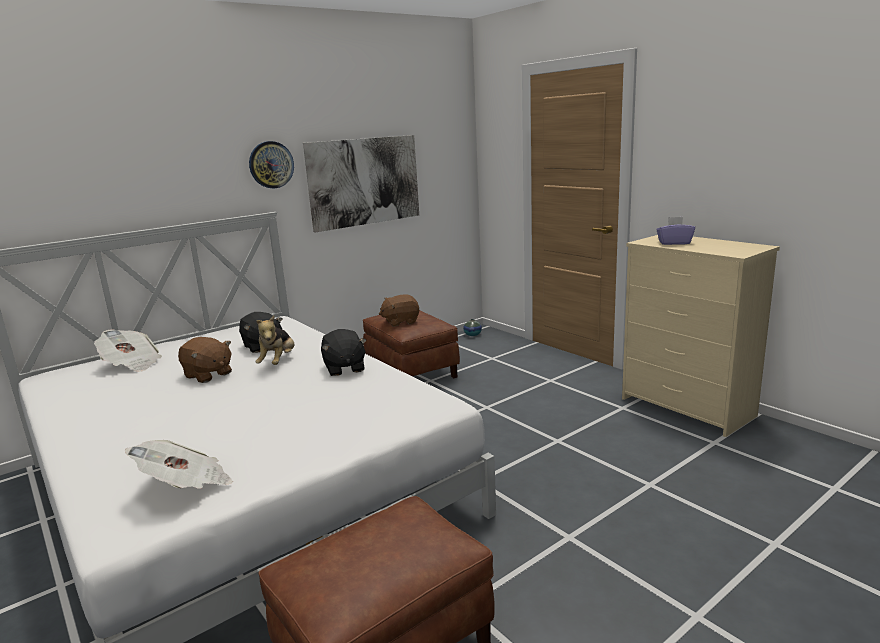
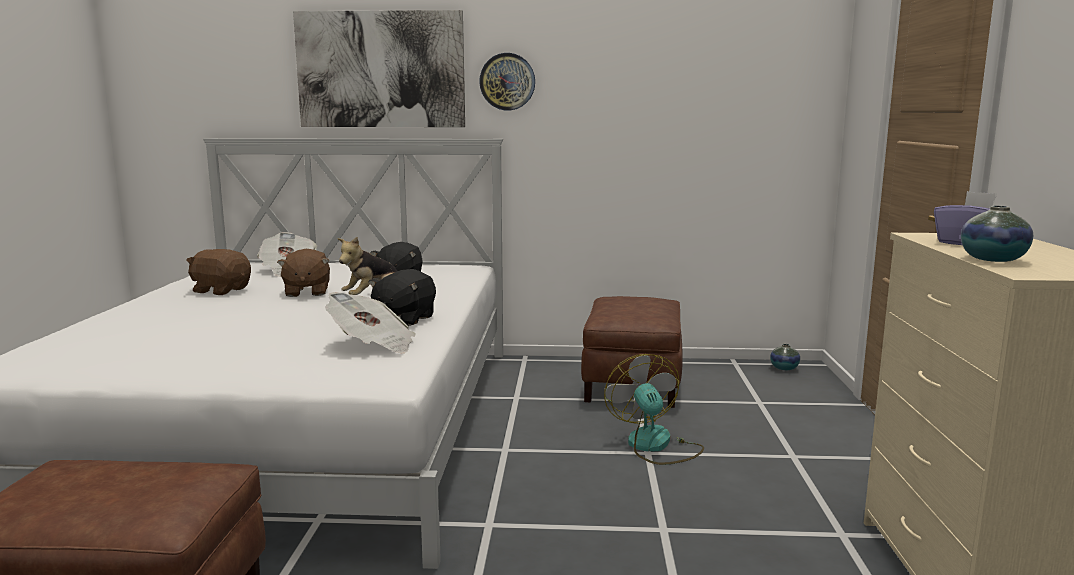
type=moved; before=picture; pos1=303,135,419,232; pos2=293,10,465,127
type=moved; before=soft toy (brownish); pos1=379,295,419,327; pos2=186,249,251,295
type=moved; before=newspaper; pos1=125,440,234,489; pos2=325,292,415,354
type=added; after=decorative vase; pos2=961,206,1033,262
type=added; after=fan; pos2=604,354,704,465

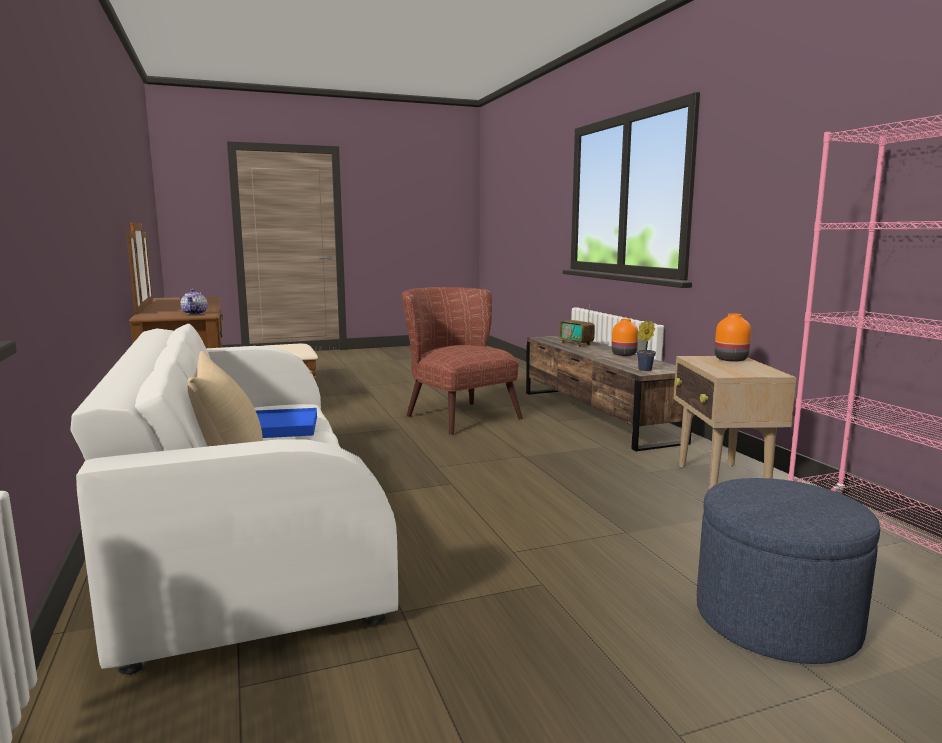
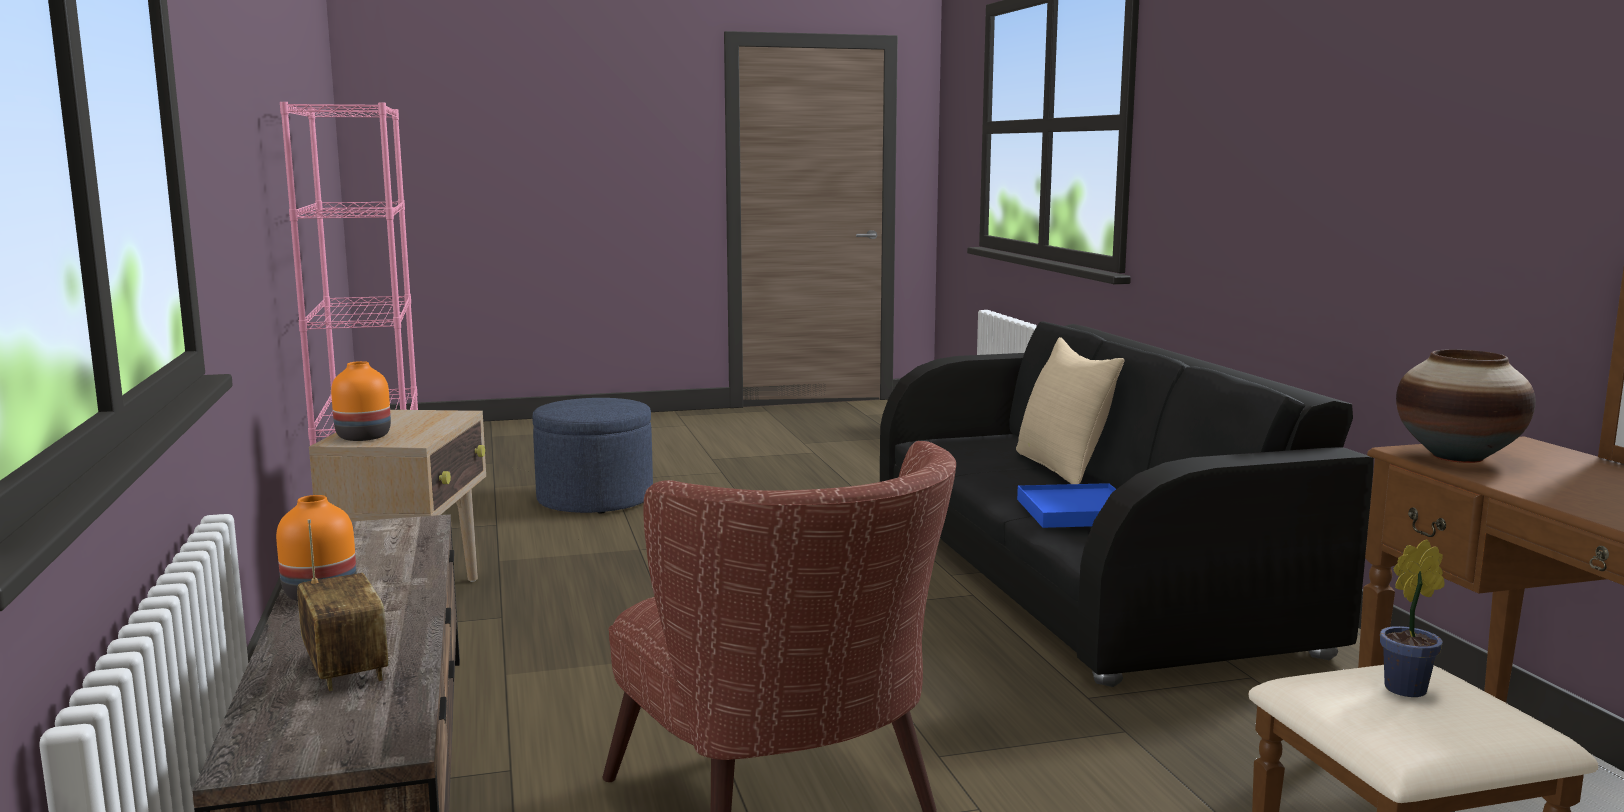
type=replaced; before=pot for tea; after=decorative vase; pos1=181,289,208,315; pos2=1396,349,1536,463
type=moved; before=plant in a pot; pos1=637,320,656,371; pos2=1380,539,1445,697
type=recoloured; before=couch (white-coloured); after=couch (black-coloured); pos1=70,324,398,675; pos2=880,322,1374,687

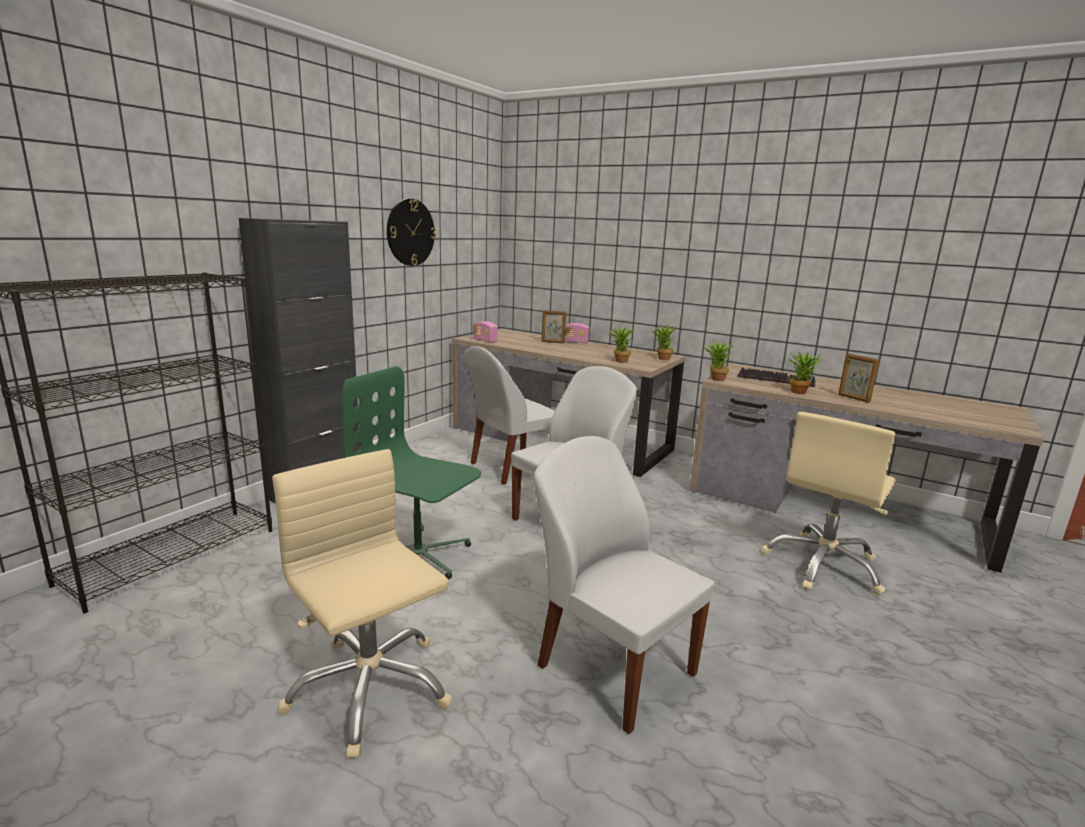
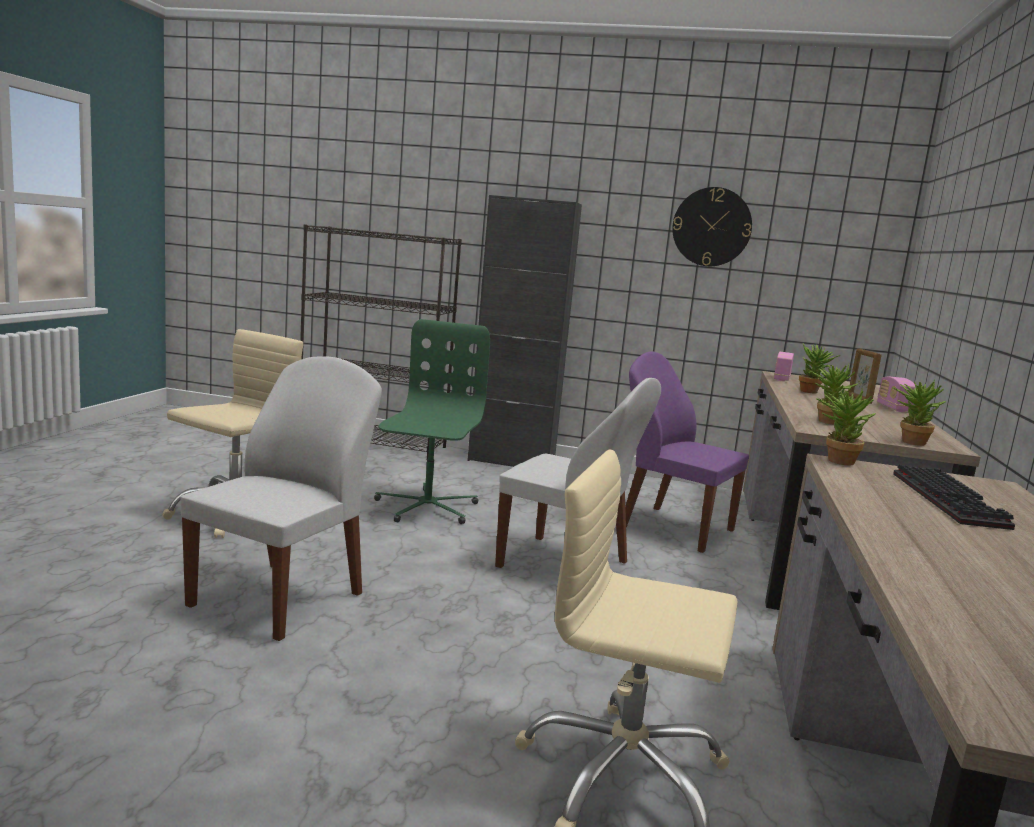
type=recoloured; before=plain chair (white-coloured); after=plain chair (purple-coloured); pos1=464,346,555,485; pos2=625,351,749,553
type=moved; before=plant in a pot; pos1=789,351,821,394; pos2=799,344,841,393
type=removed; before=photo frame; pos1=838,354,880,403

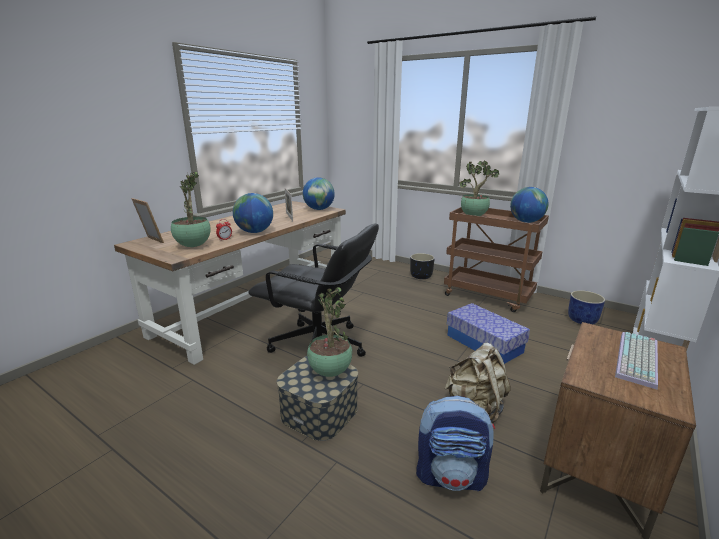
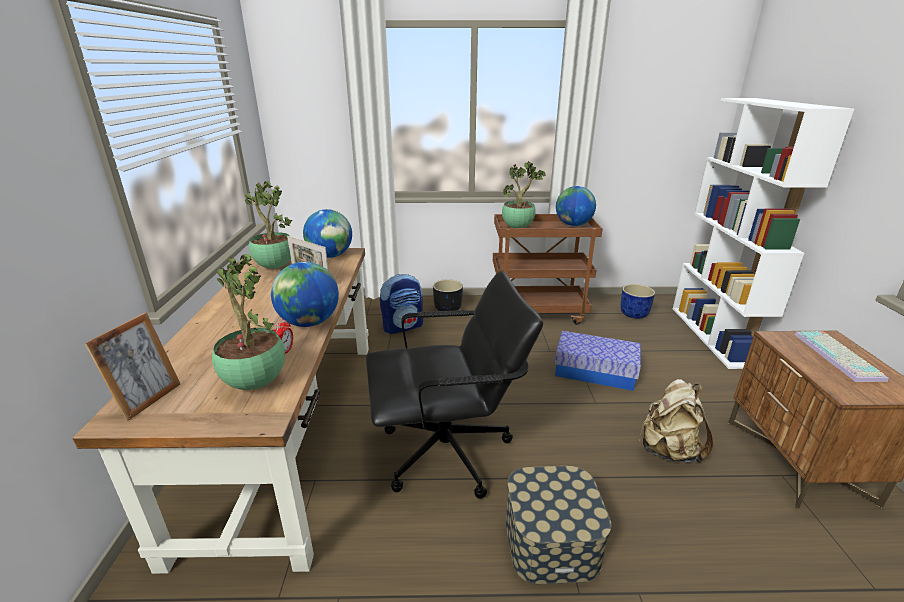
type=turned; before=photo frame; pos1=131,198,164,243; pos2=84,313,180,421; turn=105
type=moved; before=plant in a pot; pos1=307,287,352,377; pos2=245,181,292,269
type=moved; before=knapsack; pos1=416,396,495,491; pos2=380,274,423,334

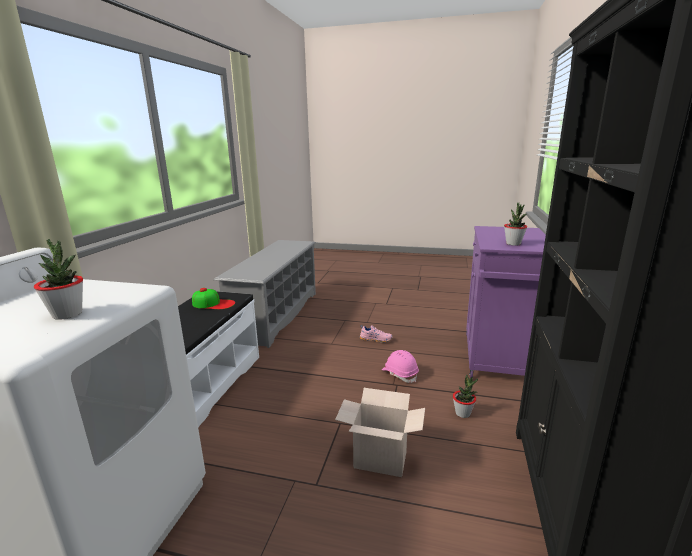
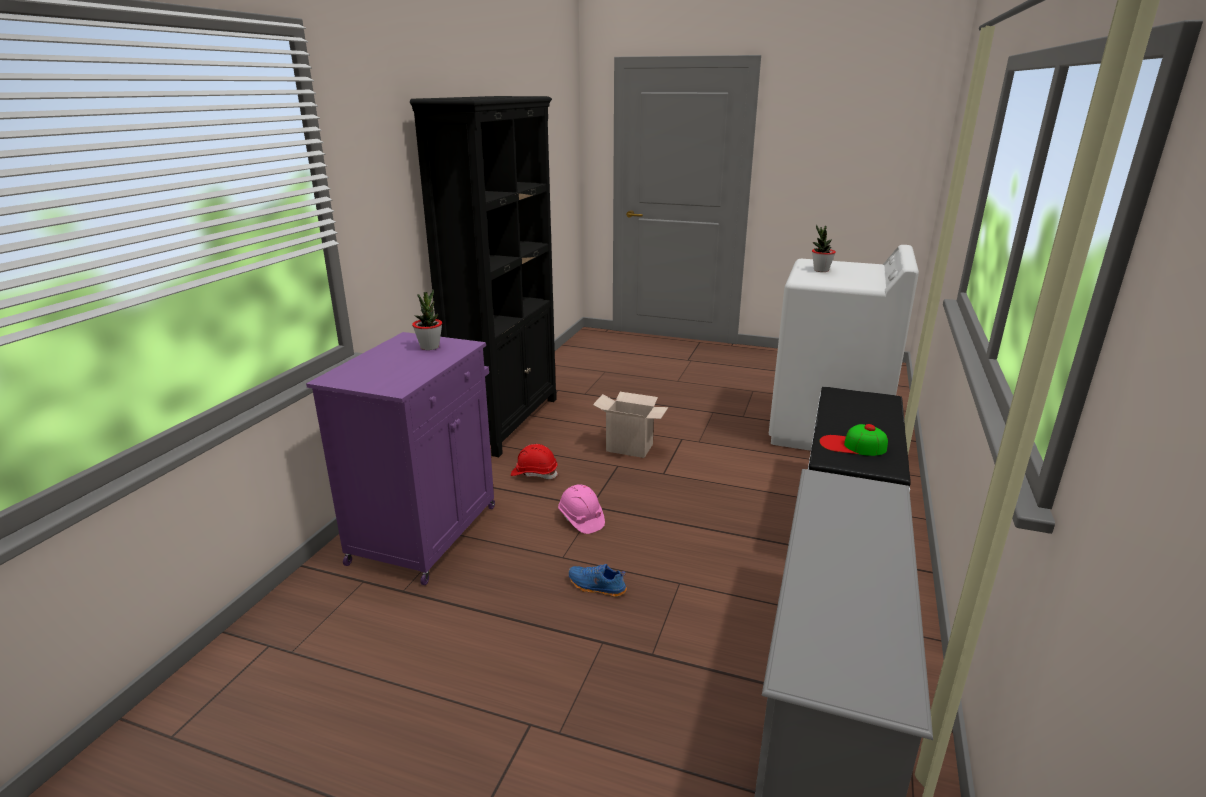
type=recoloured; before=shoe (pink-coloured); after=shoe (bluish); pos1=360,325,393,343; pos2=569,564,627,597
type=replaced; before=plant in a pot; after=safety helmet (red-coloured); pos1=453,375,478,418; pos2=511,444,558,479

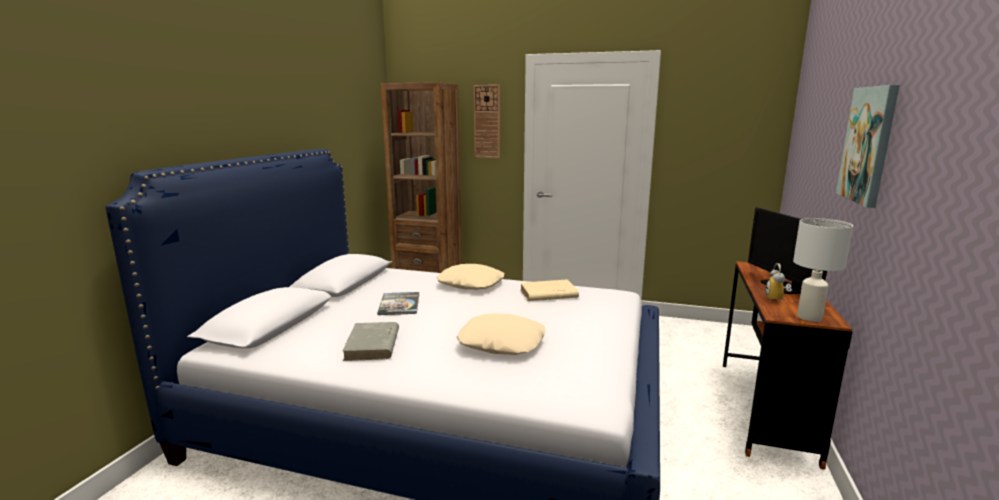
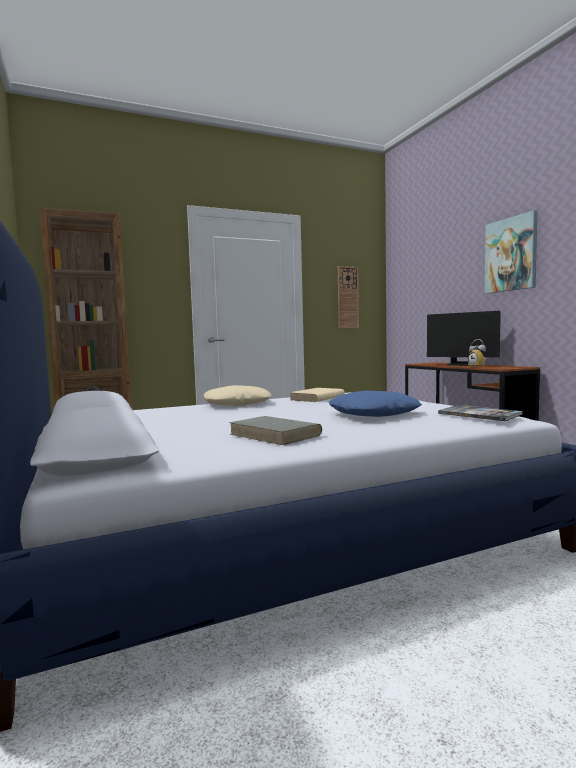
type=moved; before=hanging clock; pos1=474,85,500,158; pos2=338,266,359,328
type=removed; before=tabletop lamp (white-coloured); pos1=793,218,853,322
type=moved; before=book; pos1=377,292,419,315; pos2=438,405,523,421
type=recoloured; before=pillow (beige-coloured); after=pillow (bluish); pos1=457,313,546,355; pos2=329,391,422,417

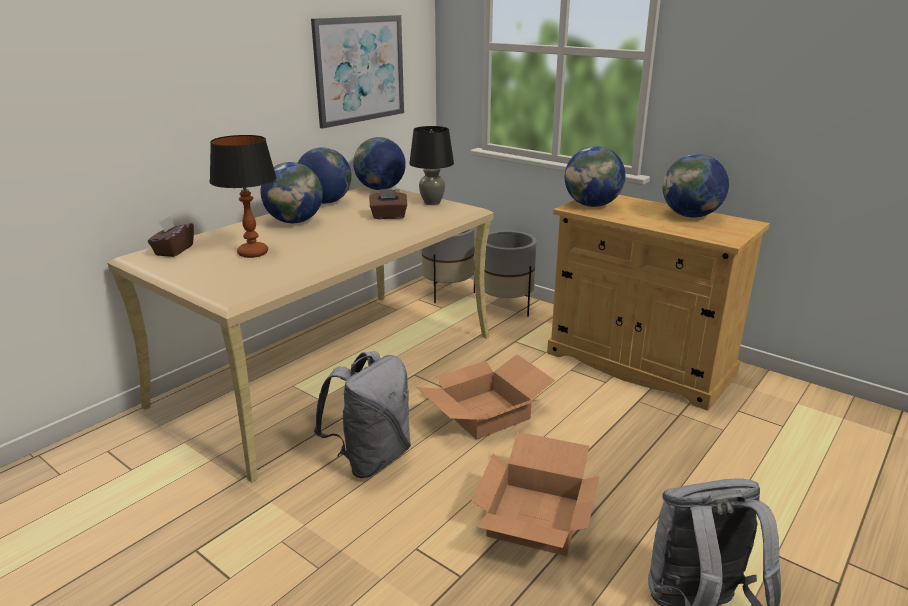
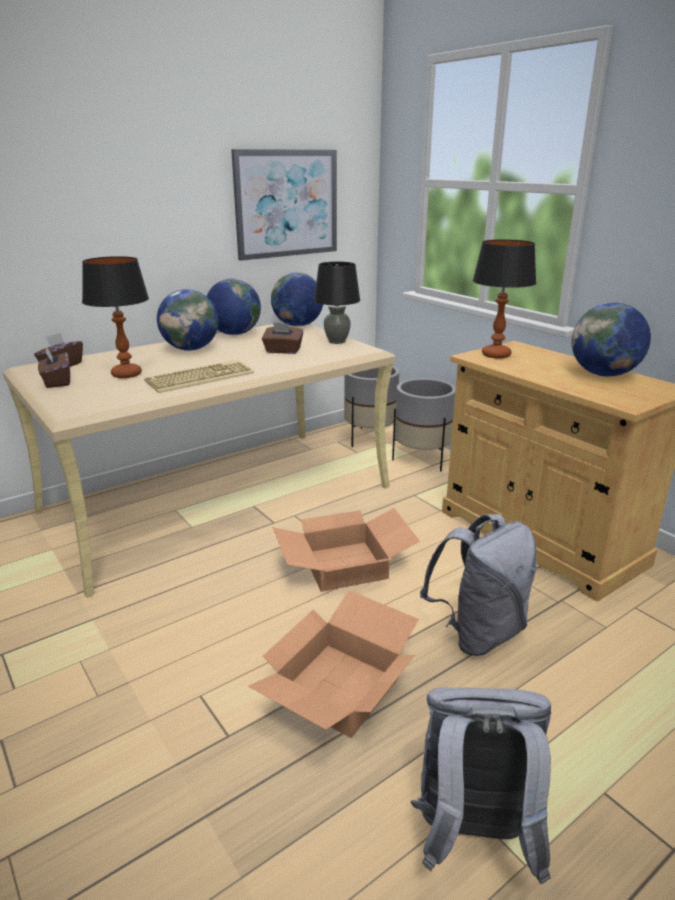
type=replaced; before=world globe; after=tabletop lamp; pos1=565,146,625,207; pos2=473,239,536,359
type=moved; before=knapsack (grey); pos1=314,351,411,478; pos2=420,514,537,656
type=added; after=tissue holder (brownish); pos2=38,348,70,388
type=added; after=computer keyboard; pos2=144,360,254,393

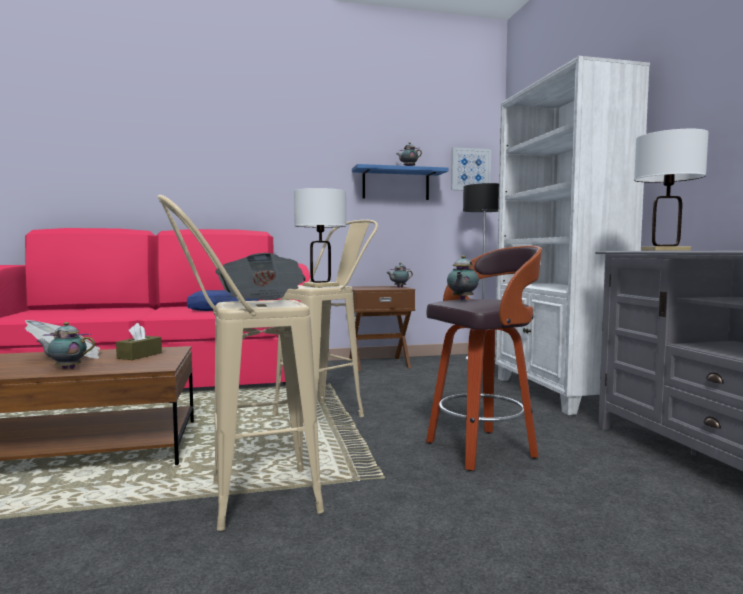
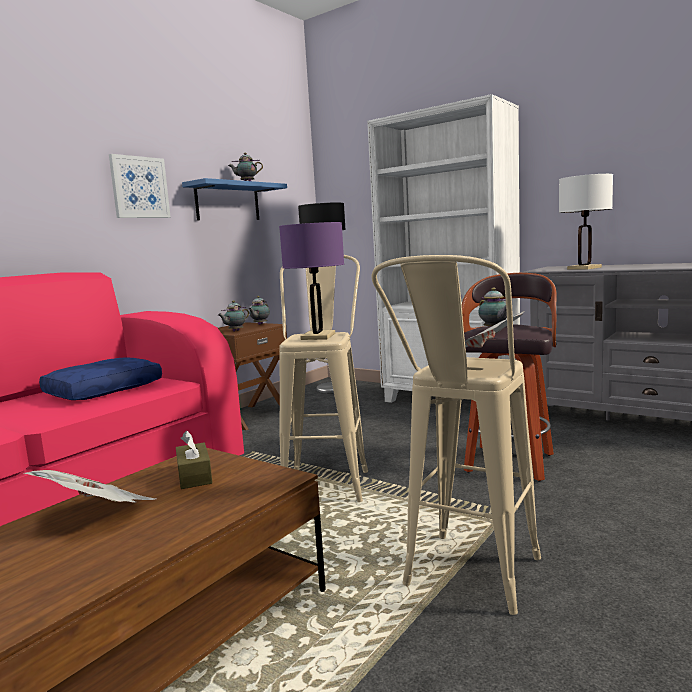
type=moved; before=picture; pos1=451,147,491,190; pos2=109,154,171,218
type=recoloured; before=tabletop lamp (white-coloured); after=tabletop lamp (purple-coloured); pos1=294,188,346,287; pos2=279,222,344,340
type=moved; before=pot for tea; pos1=36,322,95,369; pos2=218,301,249,332

